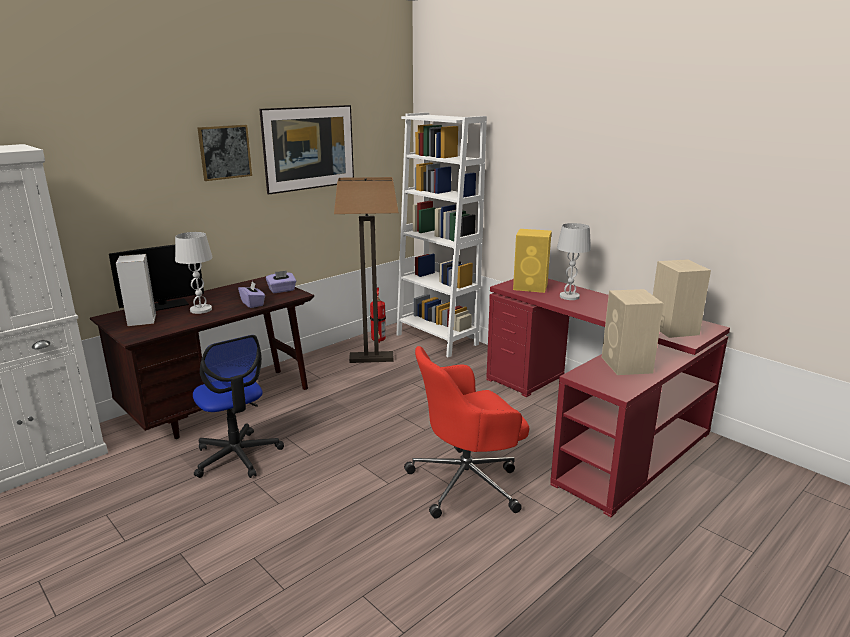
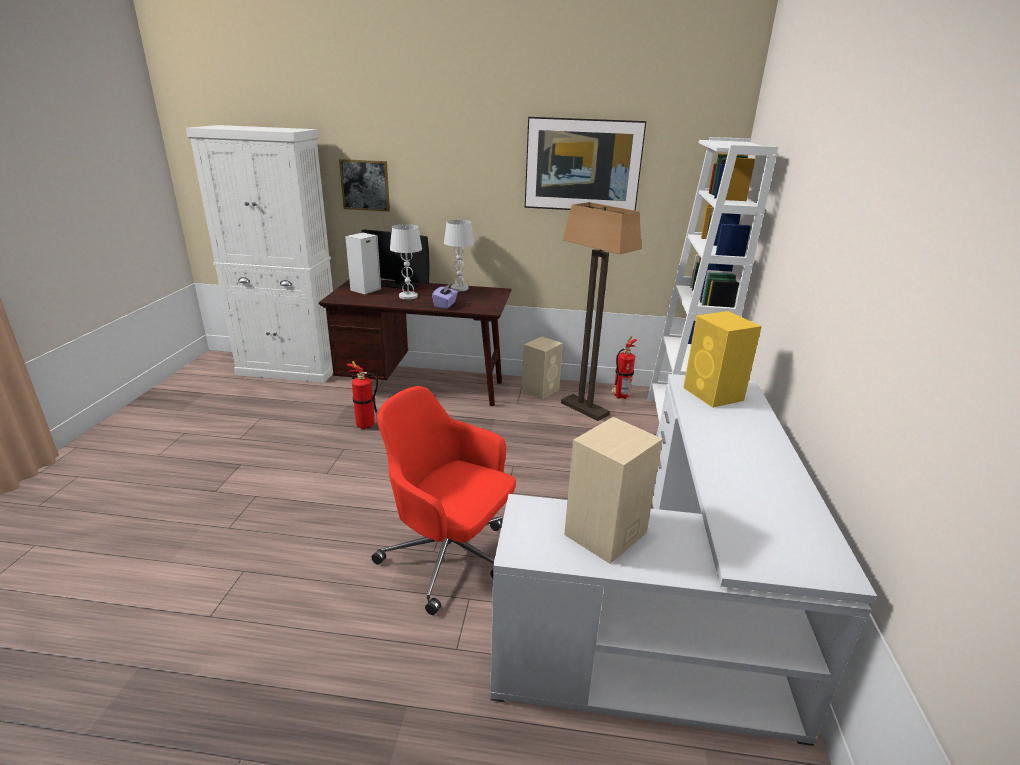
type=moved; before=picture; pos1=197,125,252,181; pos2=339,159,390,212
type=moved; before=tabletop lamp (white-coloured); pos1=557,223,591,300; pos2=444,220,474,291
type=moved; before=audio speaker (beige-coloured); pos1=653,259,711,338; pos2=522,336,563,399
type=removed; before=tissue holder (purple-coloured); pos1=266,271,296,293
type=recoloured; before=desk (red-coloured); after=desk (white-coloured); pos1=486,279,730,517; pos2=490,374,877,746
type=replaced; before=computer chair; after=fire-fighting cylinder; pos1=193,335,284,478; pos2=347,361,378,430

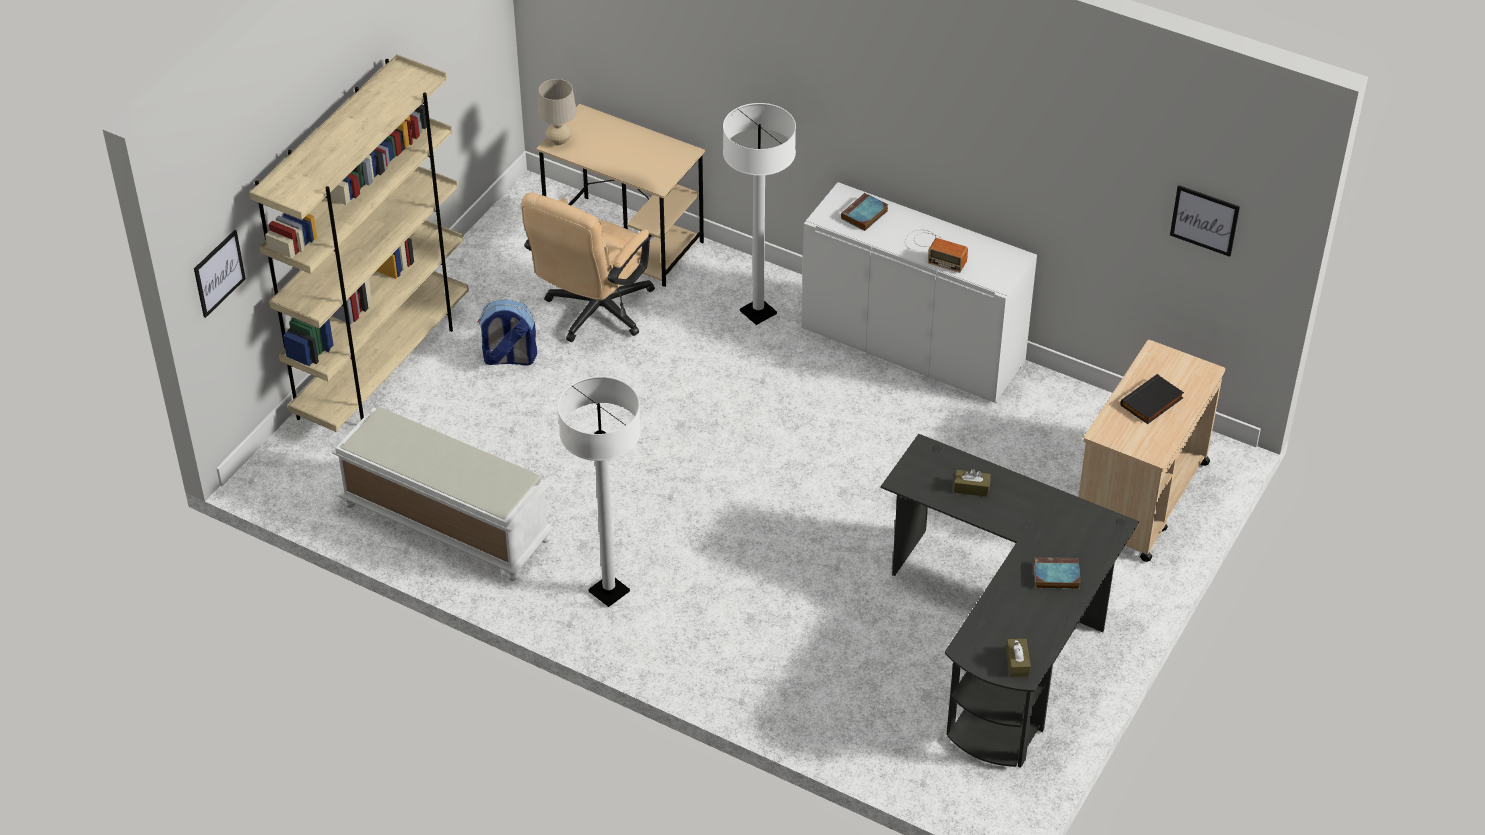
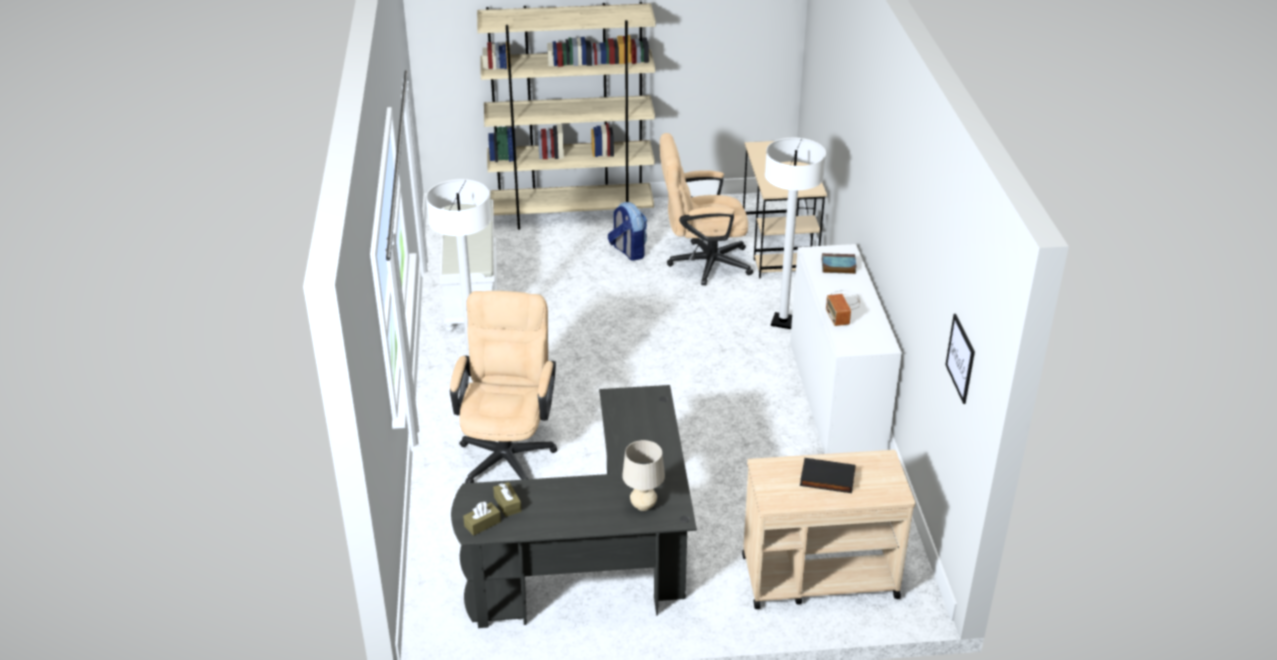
type=moved; before=tabletop lamp (beige-coloured); pos1=537,79,577,145; pos2=622,440,665,511
type=removed; before=picture; pos1=194,230,246,318
type=moved; before=tissue holder (brownish); pos1=954,469,991,497; pos2=493,482,522,517
type=removed; before=book; pos1=1034,557,1081,589
type=added; after=computer chair (beige-coloured); pos2=450,291,557,483

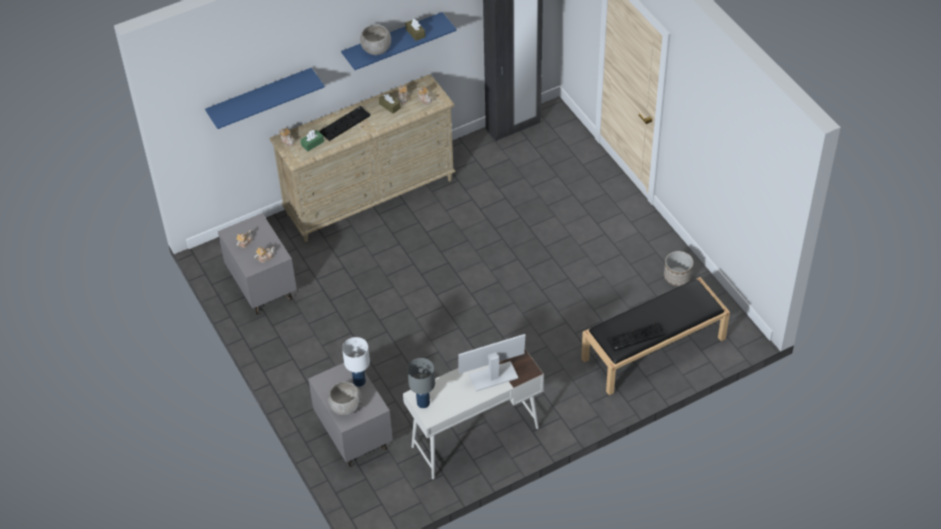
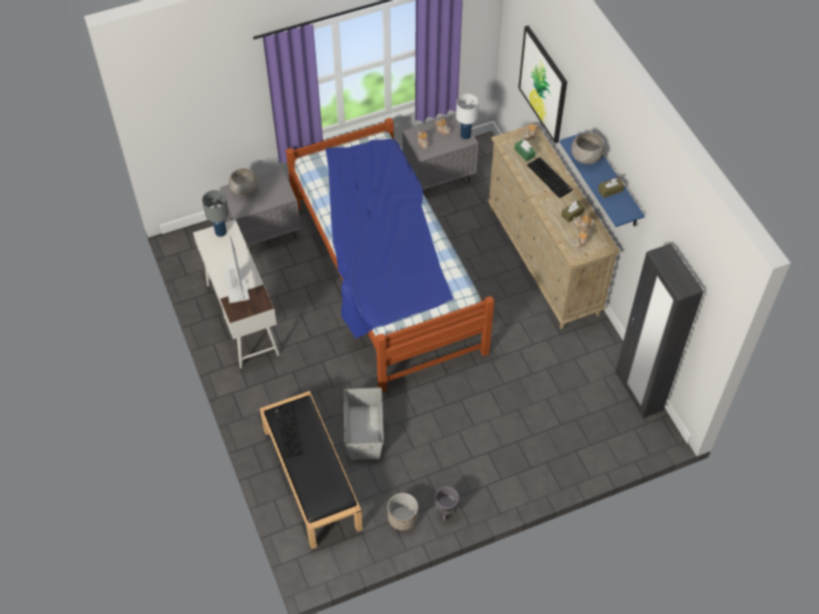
type=replaced; before=shelf (bluish); after=picture; pos1=205,68,325,129; pos2=518,26,567,143
type=moved; before=tabletop lamp (white-coloured); pos1=342,337,370,387; pos2=456,94,479,139
type=added; after=bed; pos2=286,118,494,393
type=added; after=storage box (grey); pos2=343,387,384,460
type=added; after=plant pot (grey); pos2=435,487,459,521

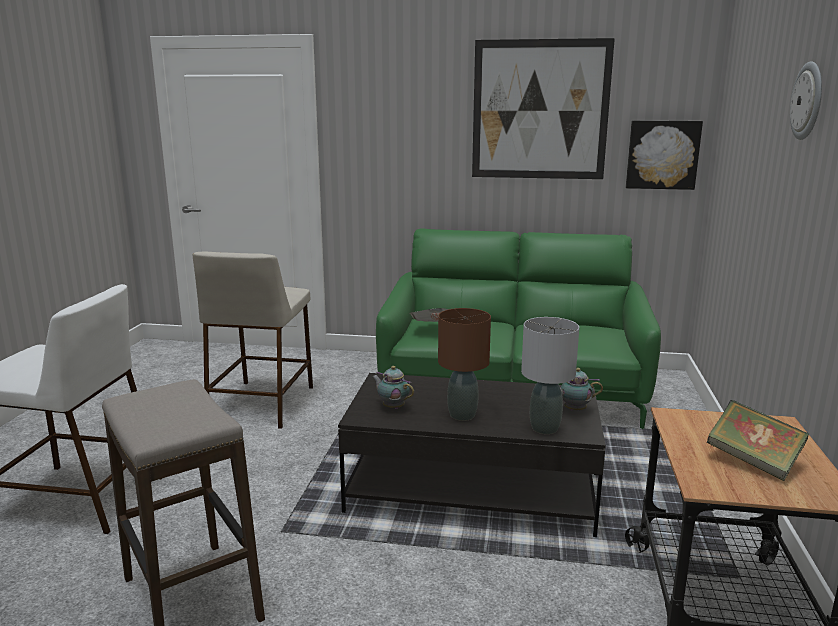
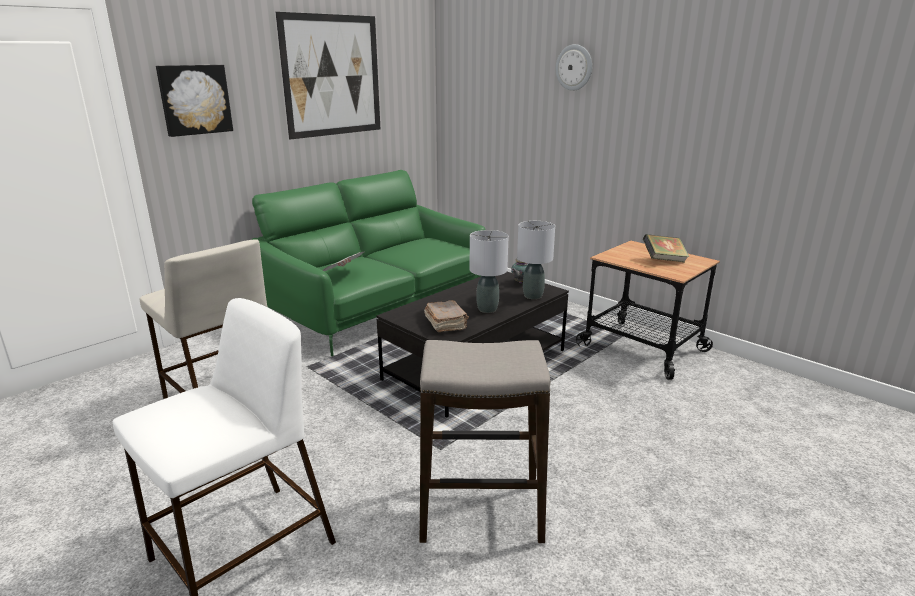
type=moved; before=picture; pos1=626,120,703,190; pos2=156,65,233,137
type=recoloured; before=tabletop lamp (brownish); after=tabletop lamp (grey); pos1=438,308,491,421; pos2=470,230,509,313
type=replaced; before=pot for tea; after=book (brownish); pos1=372,366,414,409; pos2=424,300,469,332

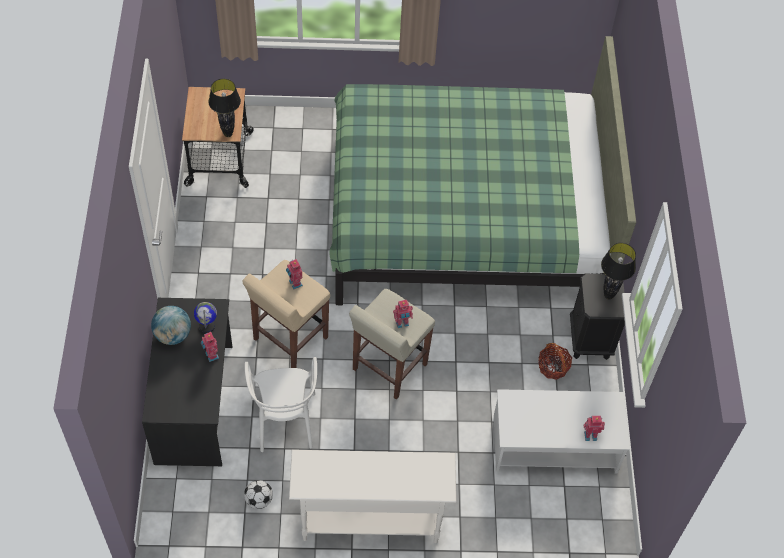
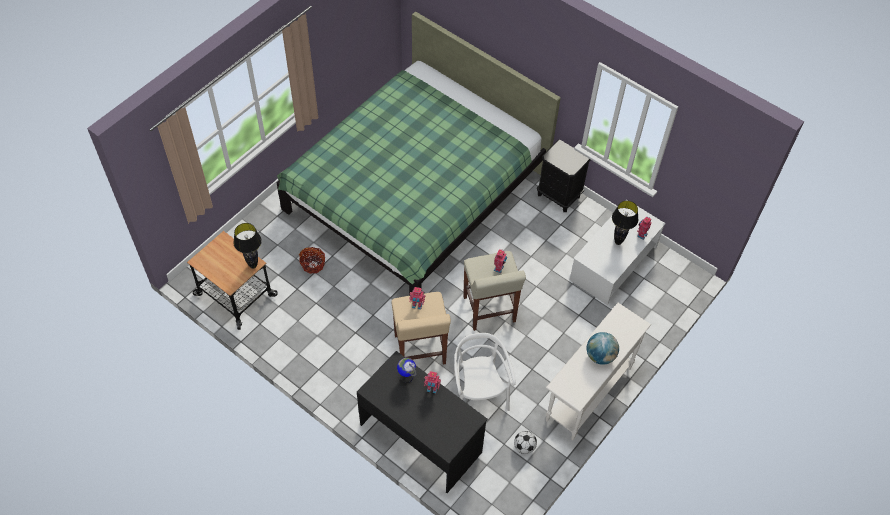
type=moved; before=tabletop lamp (black-coloured); pos1=601,243,636,299; pos2=612,200,638,245
type=moved; before=world globe; pos1=151,306,191,345; pos2=587,332,619,365
type=moved; before=storage basket; pos1=538,343,572,380; pos2=299,247,325,274
type=turned; before=plain chair (white-coloured); pos1=245,357,317,452; pos2=453,333,516,411; turn=-135

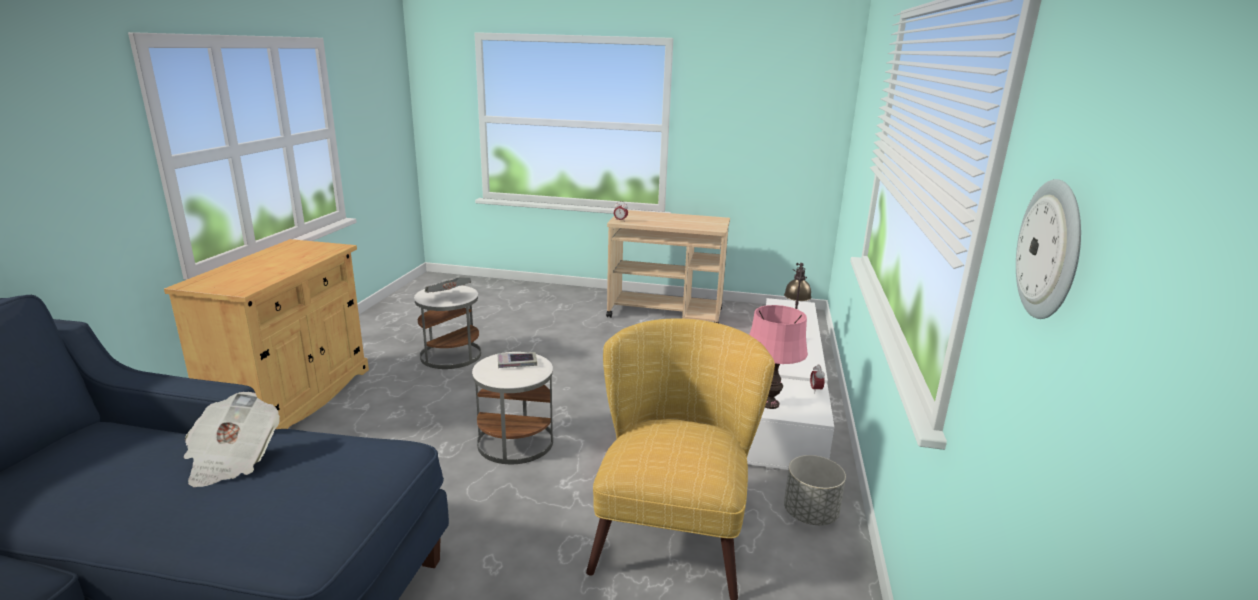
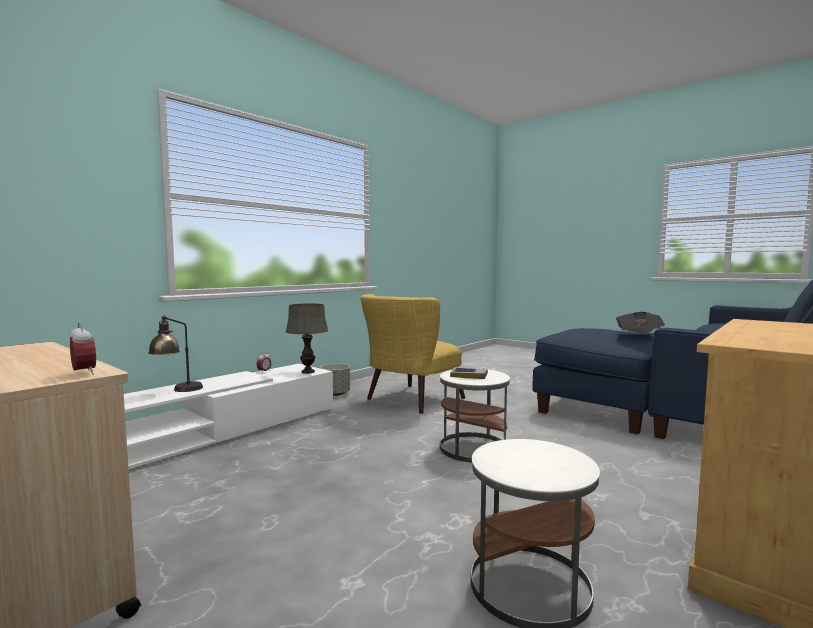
type=removed; before=hanging clock; pos1=1016,179,1081,319
type=removed; before=newspaper; pos1=425,278,471,293
type=recoloured; before=tabletop lamp (pink-coloured); after=tabletop lamp (grey); pos1=749,305,808,409; pos2=286,303,328,374

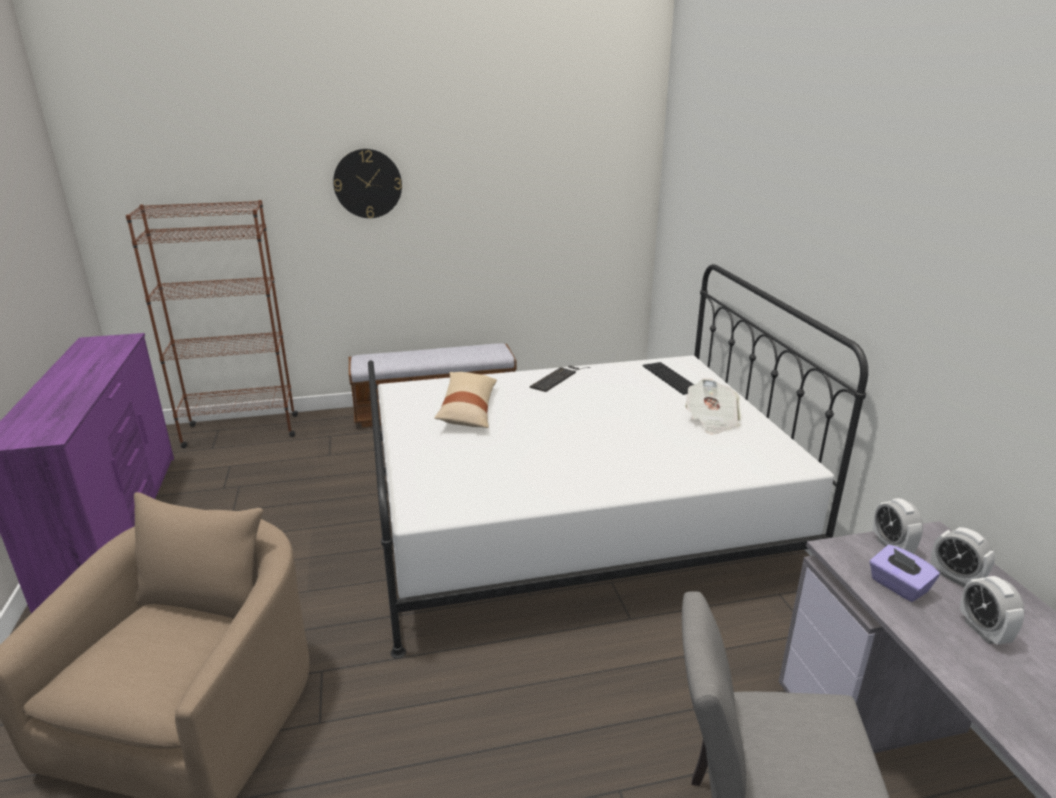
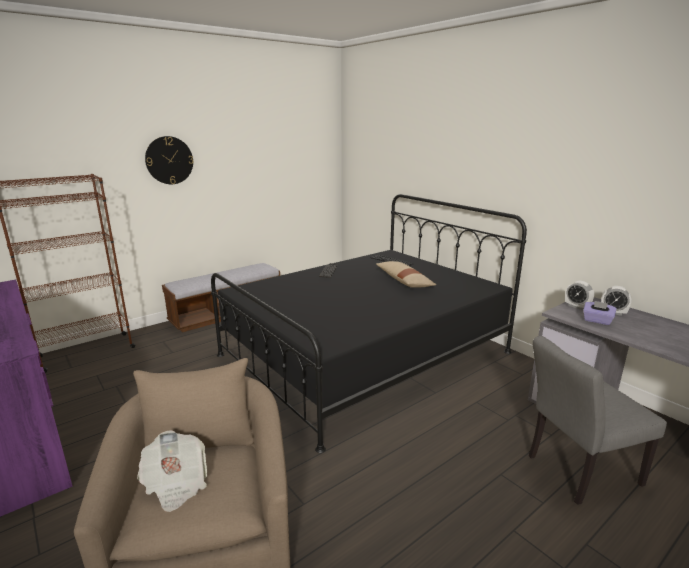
type=recoloured; before=bed (white-coloured); after=bed (black-coloured); pos1=368,264,868,659; pos2=211,194,527,453
type=moved; before=pillow (beige-coloured); pos1=434,372,497,428; pos2=376,261,436,288
type=moved; before=newspaper; pos1=685,379,741,435; pos2=137,430,207,512
type=removed; before=table clock; pos1=960,576,1025,645

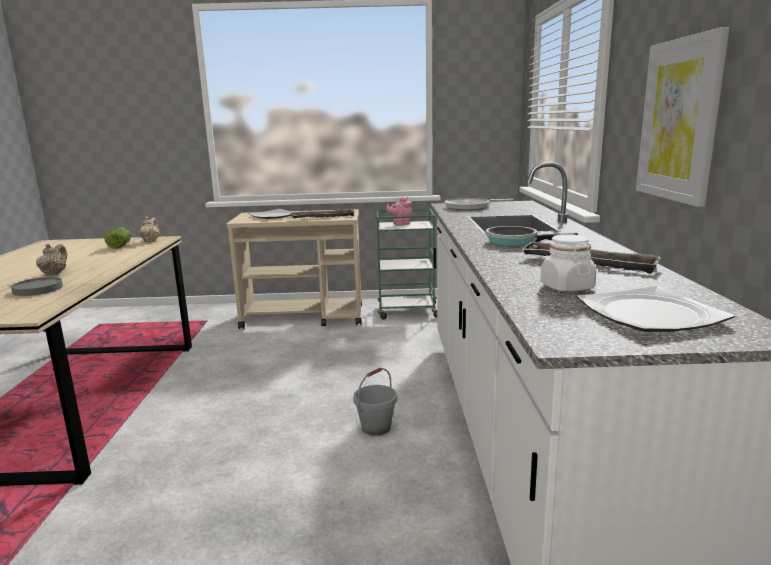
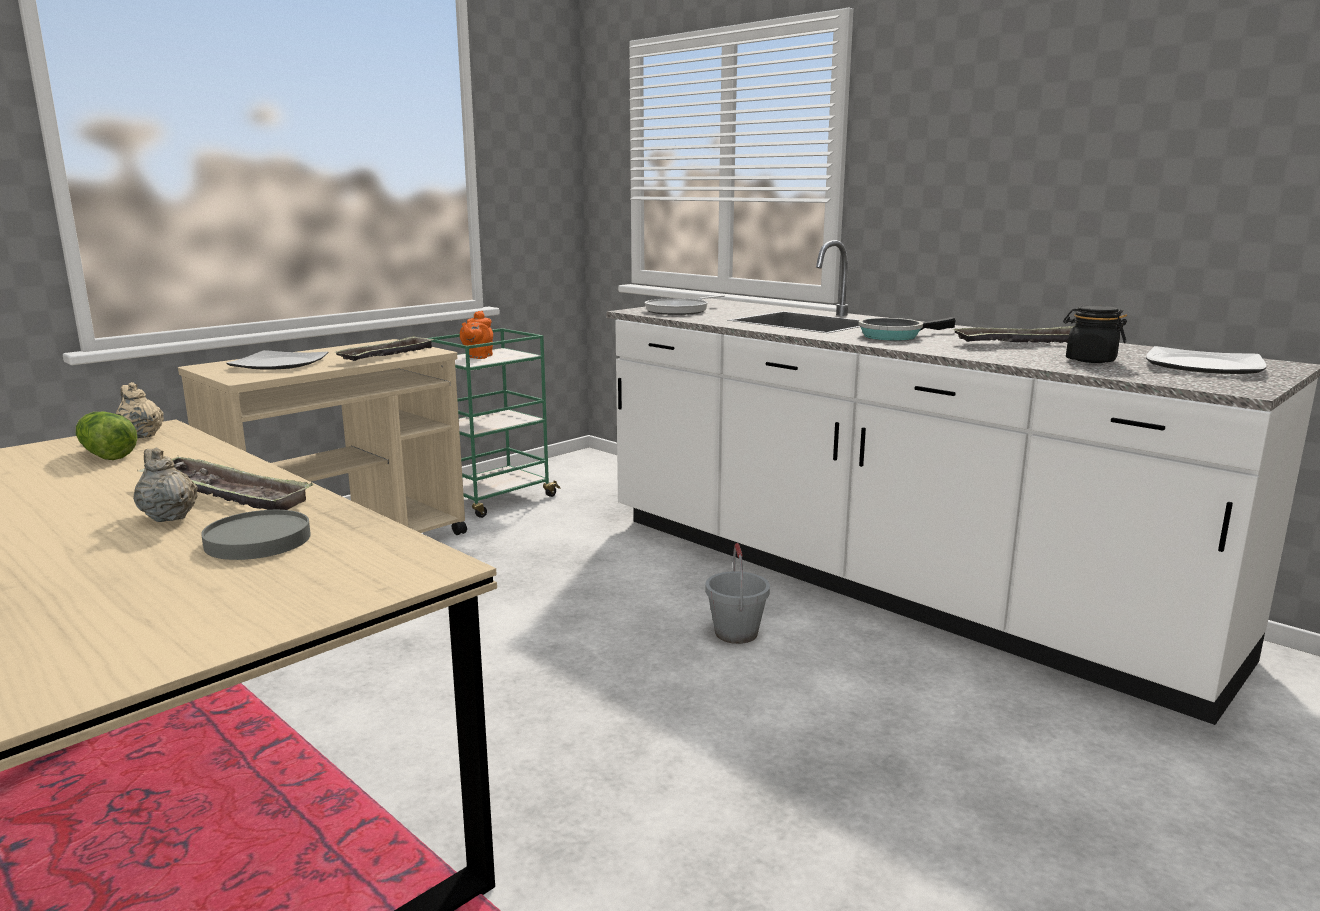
type=removed; before=picture; pos1=636,27,729,207
type=recoloured; before=pot for tea (pink-coloured); after=pot for tea (orange-coloured); pos1=386,197,412,226; pos2=460,311,493,359
type=recoloured; before=jar (white-coloured); after=jar (black-coloured); pos1=540,234,596,291; pos2=1063,305,1127,363
type=added; after=tray; pos2=137,456,313,510

